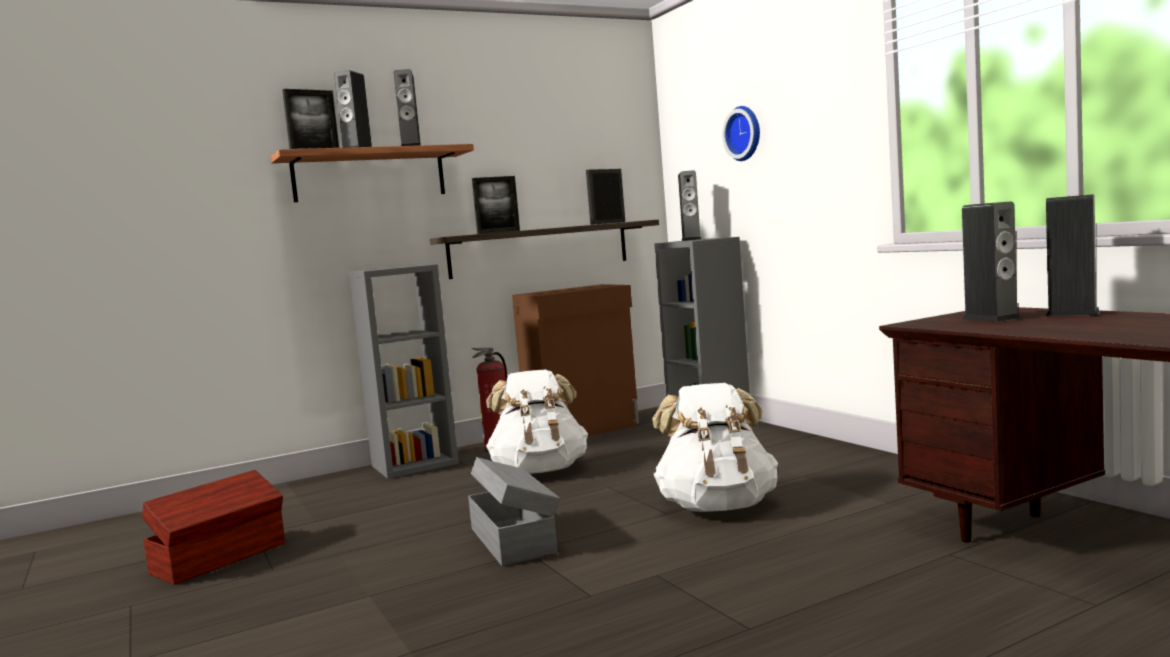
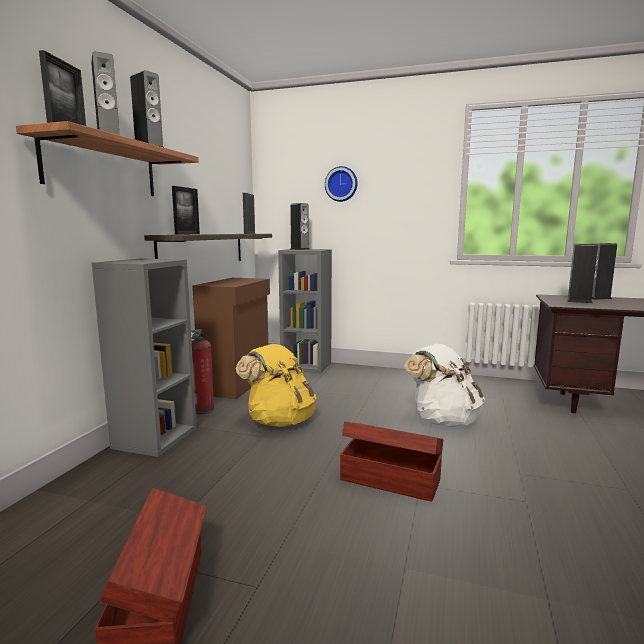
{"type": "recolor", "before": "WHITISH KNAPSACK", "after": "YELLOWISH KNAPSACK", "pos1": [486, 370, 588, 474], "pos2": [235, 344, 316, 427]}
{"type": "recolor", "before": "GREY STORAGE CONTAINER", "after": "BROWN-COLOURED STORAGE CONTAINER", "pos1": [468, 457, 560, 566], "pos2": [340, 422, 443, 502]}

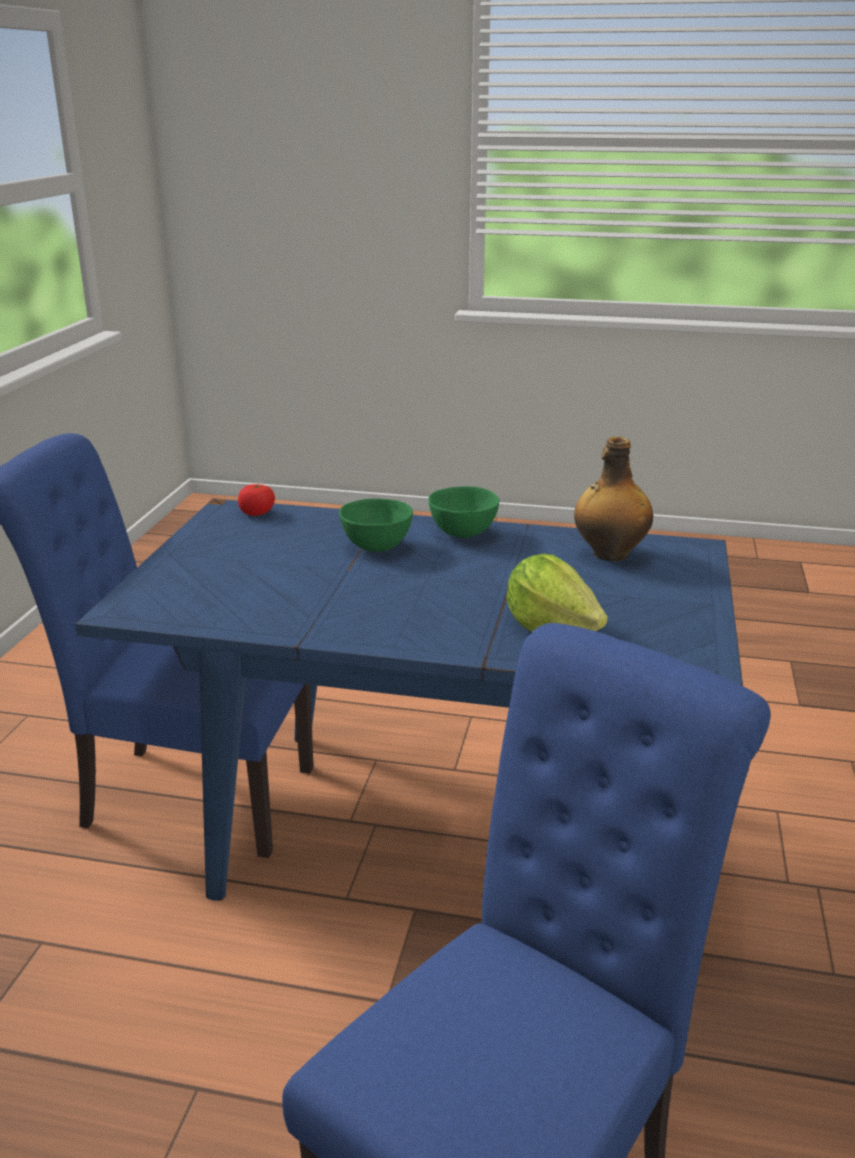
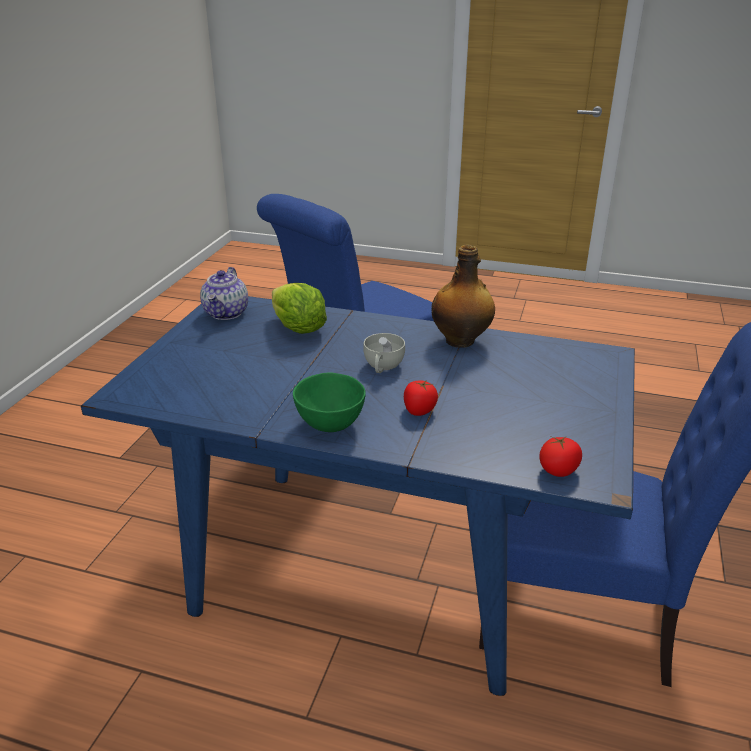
{"type": "move", "before": "DRINK BOTTLE", "pos1": [574, 436, 653, 561], "pos2": [432, 245, 495, 347]}
{"type": "replace", "before": "GREEN DEEP DISH", "after": "TOMATO", "pos1": [339, 499, 413, 552], "pos2": [404, 380, 438, 416]}
{"type": "insert", "after": "TEAPOT", "pos2": [200, 267, 248, 320]}
{"type": "insert", "after": "WHITISH SMALL CUP", "pos2": [363, 333, 405, 373]}

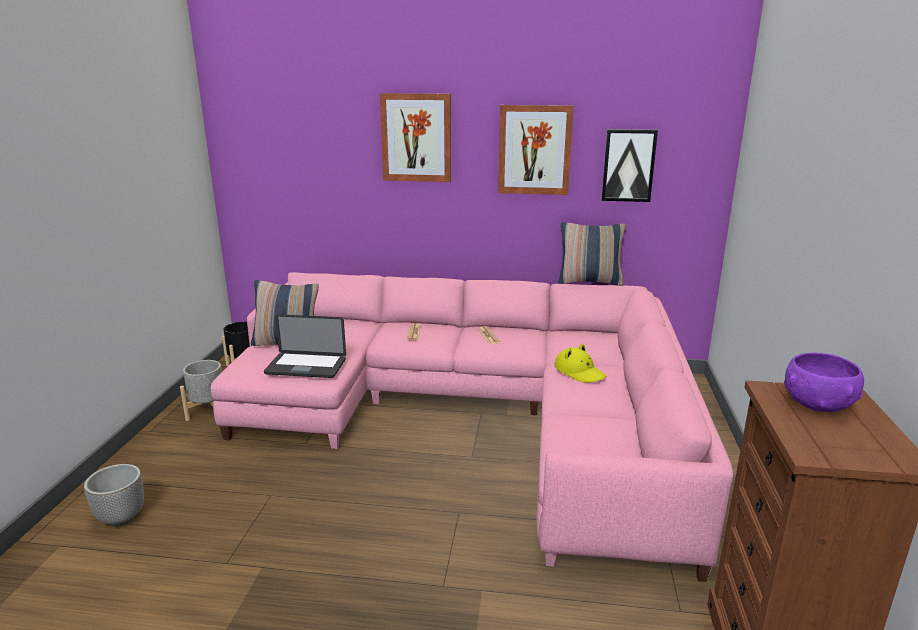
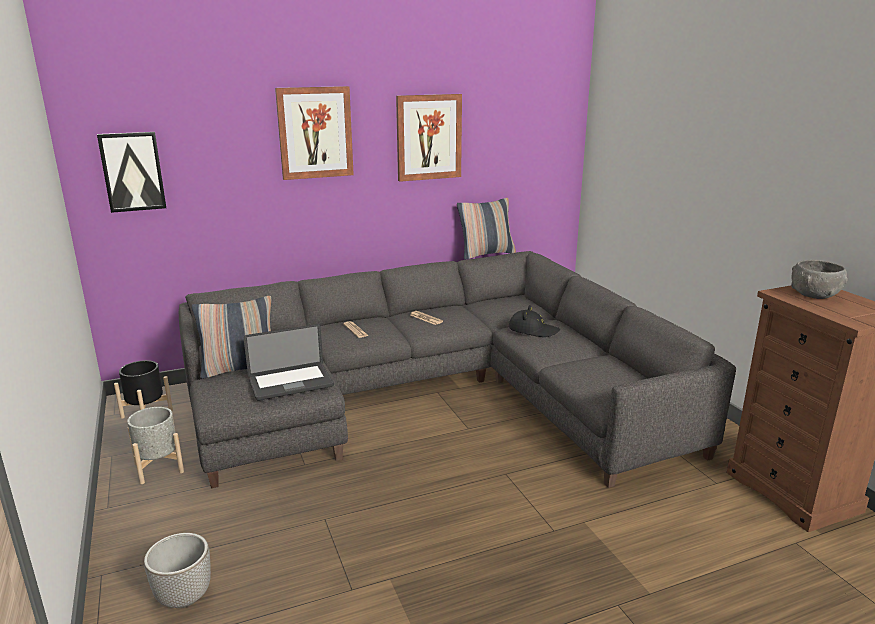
{"type": "move", "before": "WALL PICTURE", "pos1": [602, 129, 658, 202], "pos2": [97, 132, 166, 213]}
{"type": "recolor", "before": "PINK-COLOURED SETTEE", "after": "GREY SETTEE", "pos1": [211, 272, 733, 582], "pos2": [179, 251, 736, 488]}
{"type": "recolor", "before": "YELLOWISH HAT", "after": "BLACK HAT", "pos1": [555, 344, 607, 383], "pos2": [509, 305, 560, 337]}
{"type": "recolor", "before": "PURPLISH DEEP DISH", "after": "GREY DEEP DISH", "pos1": [784, 353, 864, 412], "pos2": [791, 260, 847, 299]}

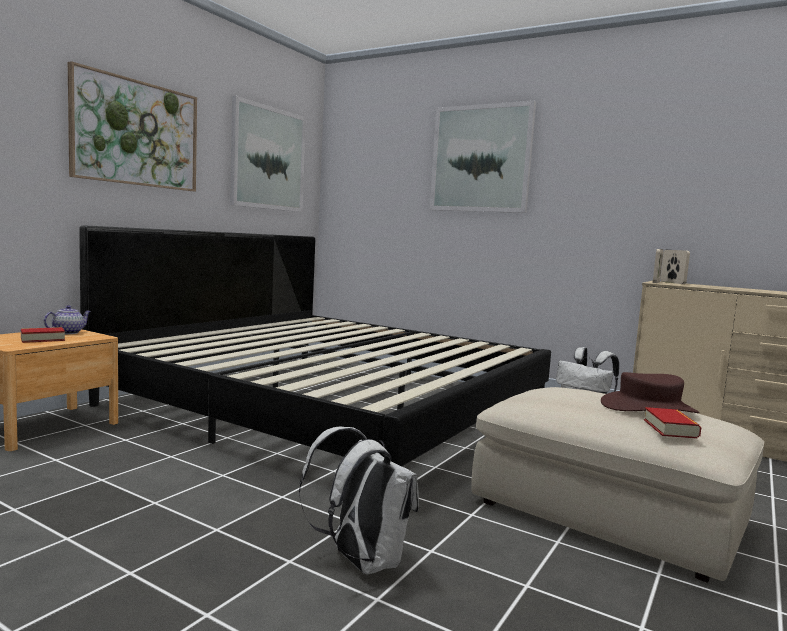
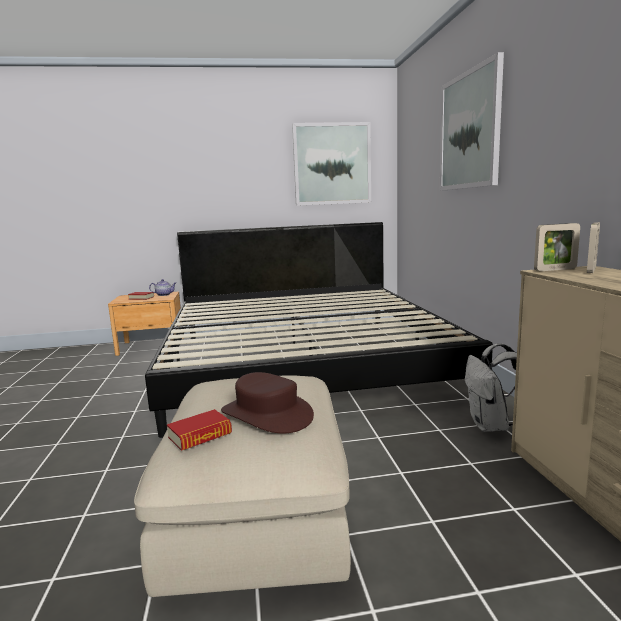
{"type": "delete", "before": "WALL PICTURE", "pos1": [68, 61, 197, 191]}
{"type": "delete", "before": "WHITISH KNAPSACK", "pos1": [299, 427, 419, 574]}

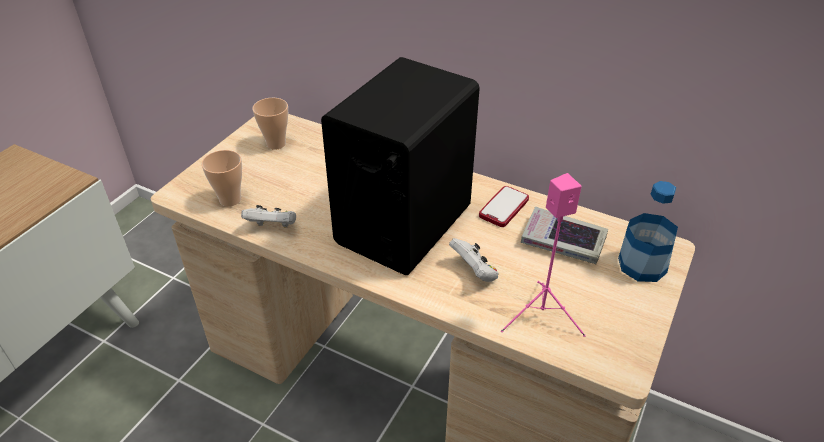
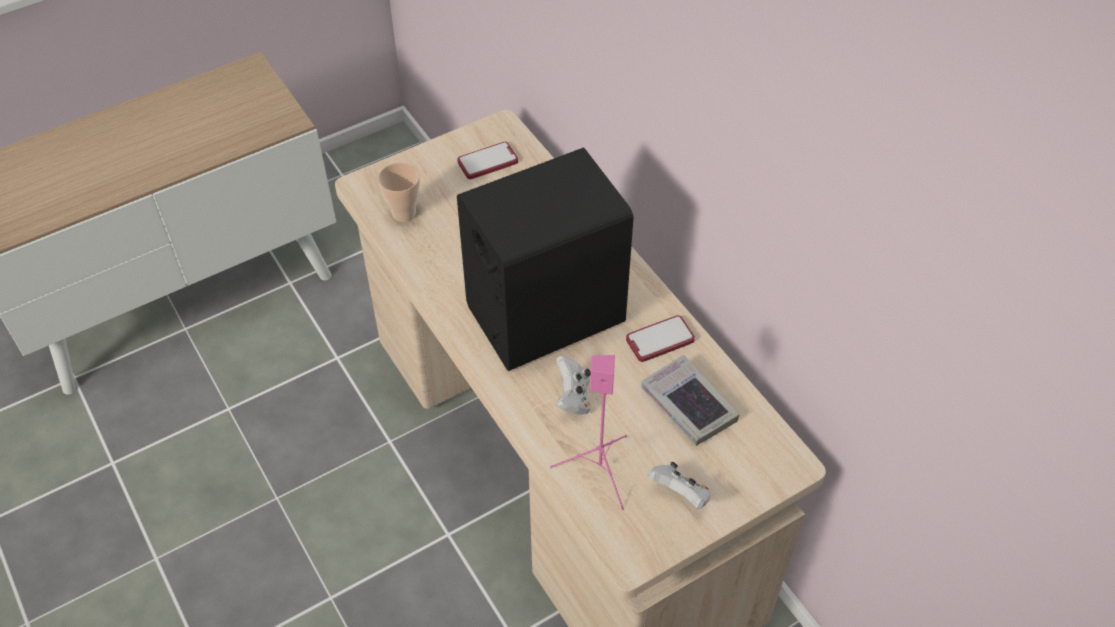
{"type": "replace", "before": "SMALL CUP", "after": "HANDSET", "pos1": [252, 98, 288, 150], "pos2": [457, 142, 518, 179]}
{"type": "delete", "before": "DRINK BOTTLE", "pos1": [618, 181, 678, 282]}
{"type": "move", "before": "WHITISH GAME CONTROLLER", "pos1": [241, 205, 296, 228], "pos2": [648, 462, 710, 509]}

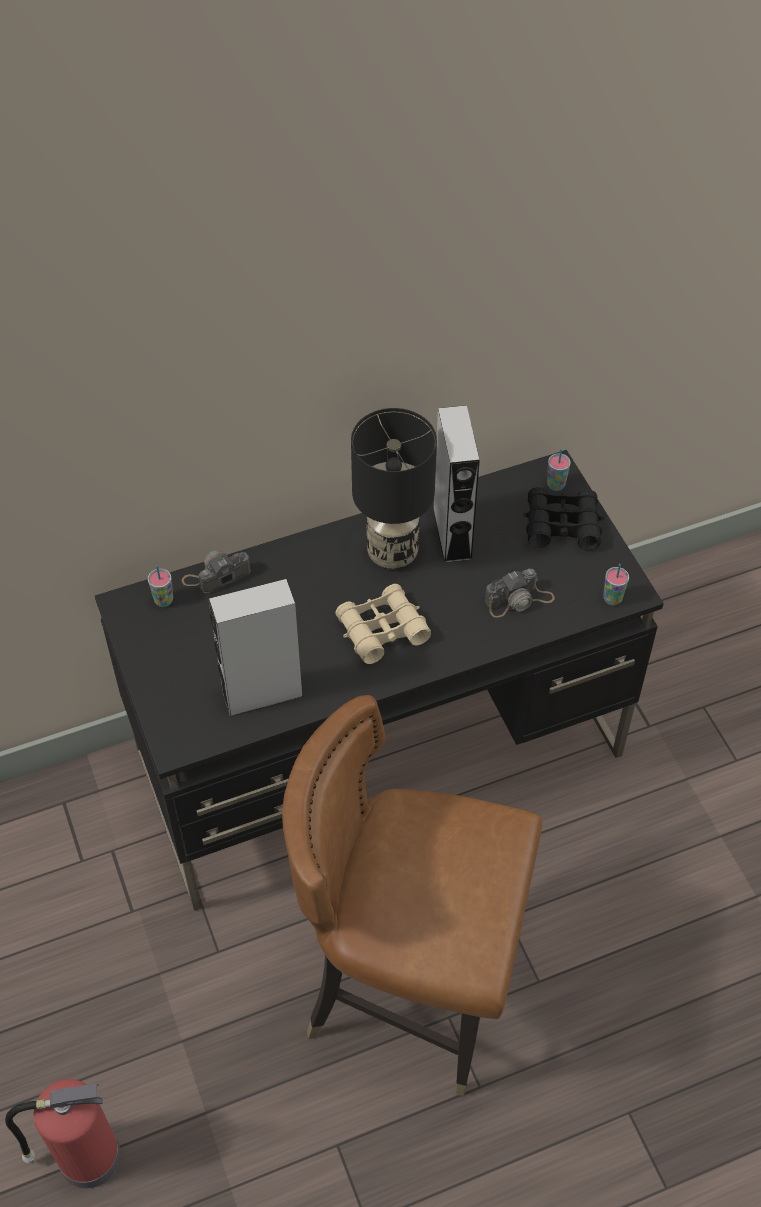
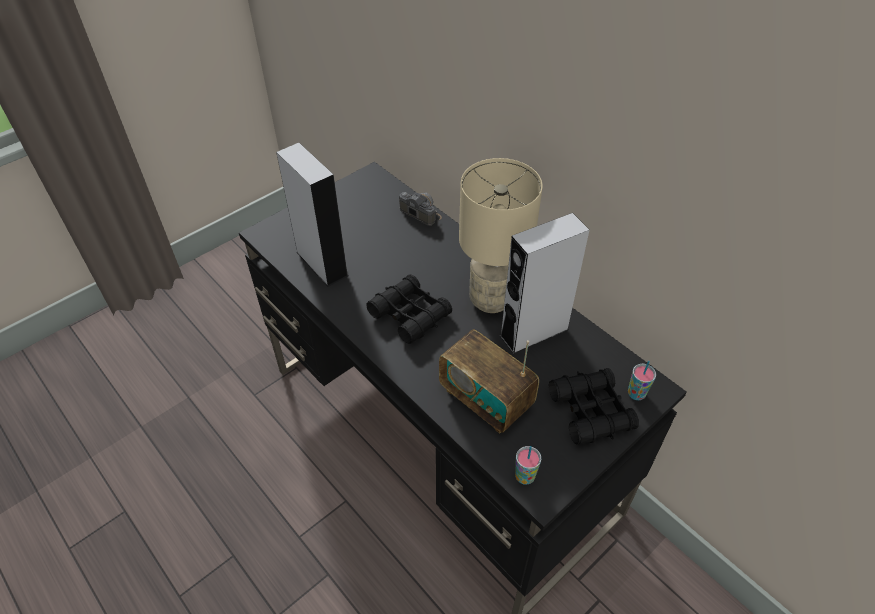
{"type": "recolor", "before": "BLACK LAMP FOR A TABLE", "after": "SAND-COLOURED LAMP FOR A TABLE", "pos1": [351, 408, 437, 569], "pos2": [459, 158, 542, 313]}
{"type": "delete", "before": "SMALL CUP", "pos1": [148, 565, 173, 607]}
{"type": "replace", "before": "STILL CAMERA", "after": "RADIO RECEIVER", "pos1": [485, 569, 555, 618], "pos2": [439, 329, 539, 434]}
{"type": "recolor", "before": "SAND-COLOURED BINOCULARS", "after": "BLACK BINOCULARS", "pos1": [335, 584, 431, 664], "pos2": [366, 274, 452, 344]}
{"type": "delete", "before": "BROWN-COLOURED PLAIN CHAIR", "pos1": [282, 695, 543, 1096]}
{"type": "delete", "before": "FIRE-FIGHTING CYLINDER", "pos1": [5, 1079, 121, 1188]}

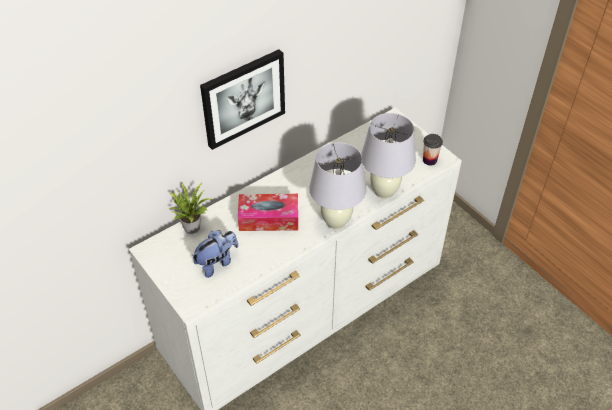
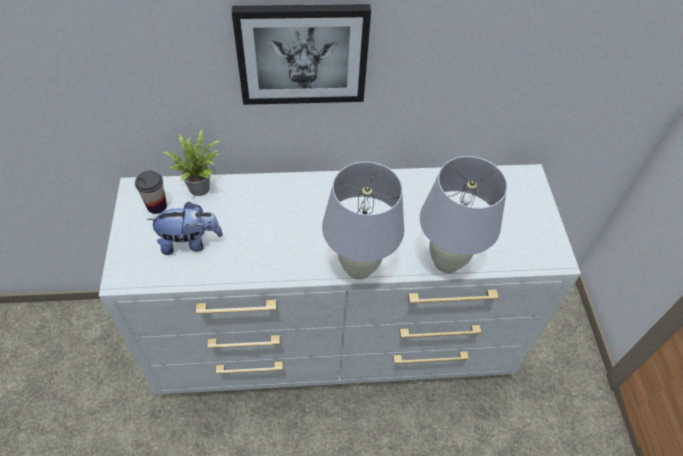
{"type": "move", "before": "SMALL CUP", "pos1": [423, 134, 443, 166], "pos2": [135, 171, 167, 214]}
{"type": "delete", "before": "TISSUE BOX", "pos1": [238, 194, 298, 231]}

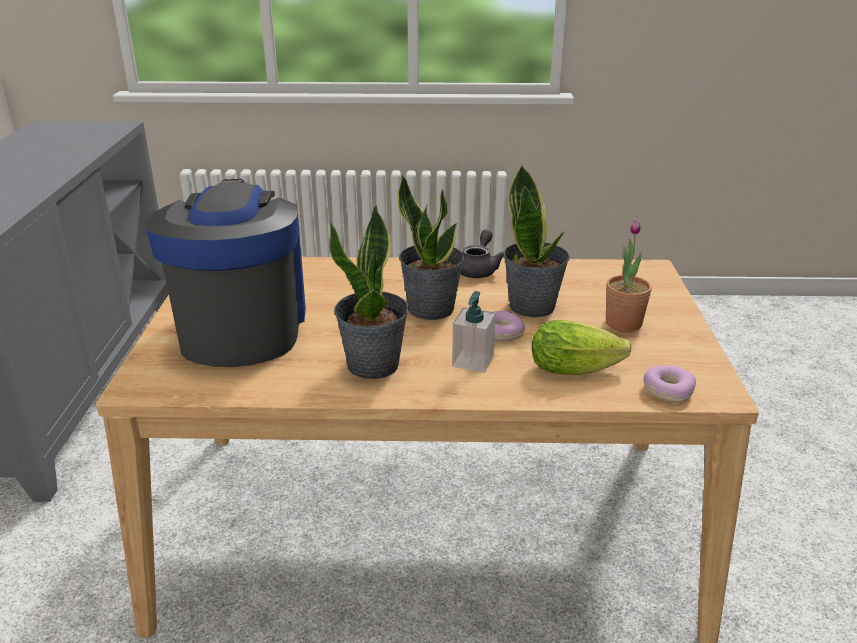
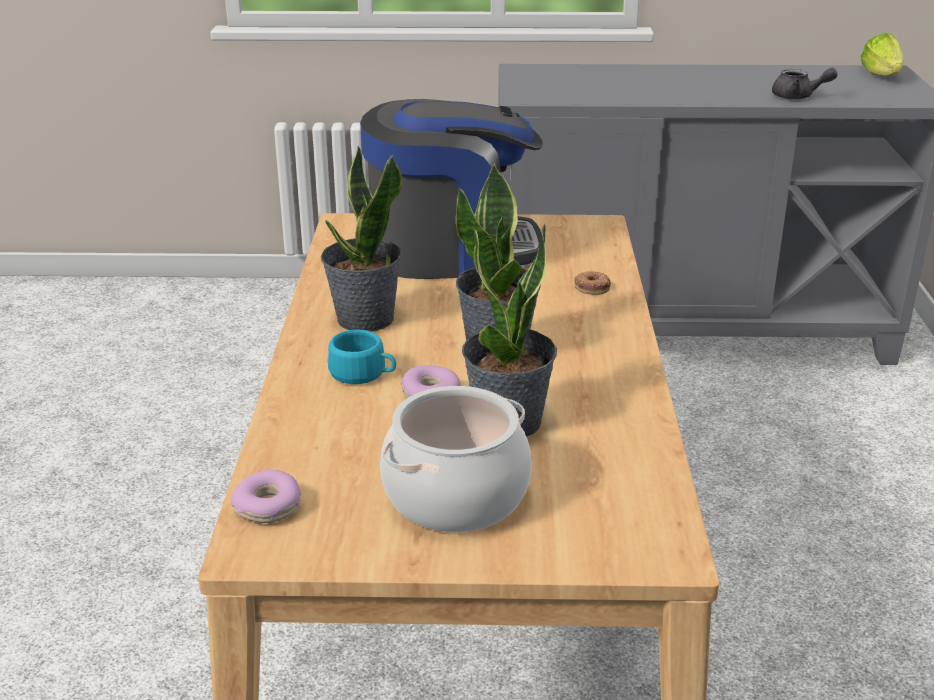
{"type": "replace", "before": "PLANT IN A POT", "after": "COOKING POT", "pos1": [606, 220, 652, 332], "pos2": [380, 386, 532, 532]}
{"type": "move", "before": "GREY TEAPOT", "pos1": [460, 230, 504, 278], "pos2": [772, 68, 838, 99]}
{"type": "replace", "before": "SOAP BOTTLE", "after": "BLUE-GREEN SMALL CUP", "pos1": [452, 291, 496, 373], "pos2": [328, 330, 396, 384]}
{"type": "move", "before": "HEAD OF LETTUCE", "pos1": [532, 320, 631, 375], "pos2": [861, 33, 904, 76]}
{"type": "insert", "after": "RING DOUGHNUT", "pos2": [574, 271, 611, 295]}

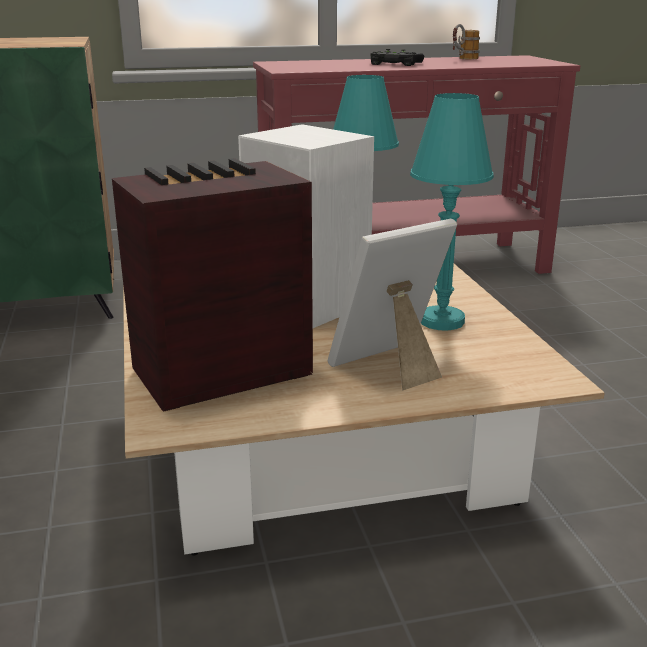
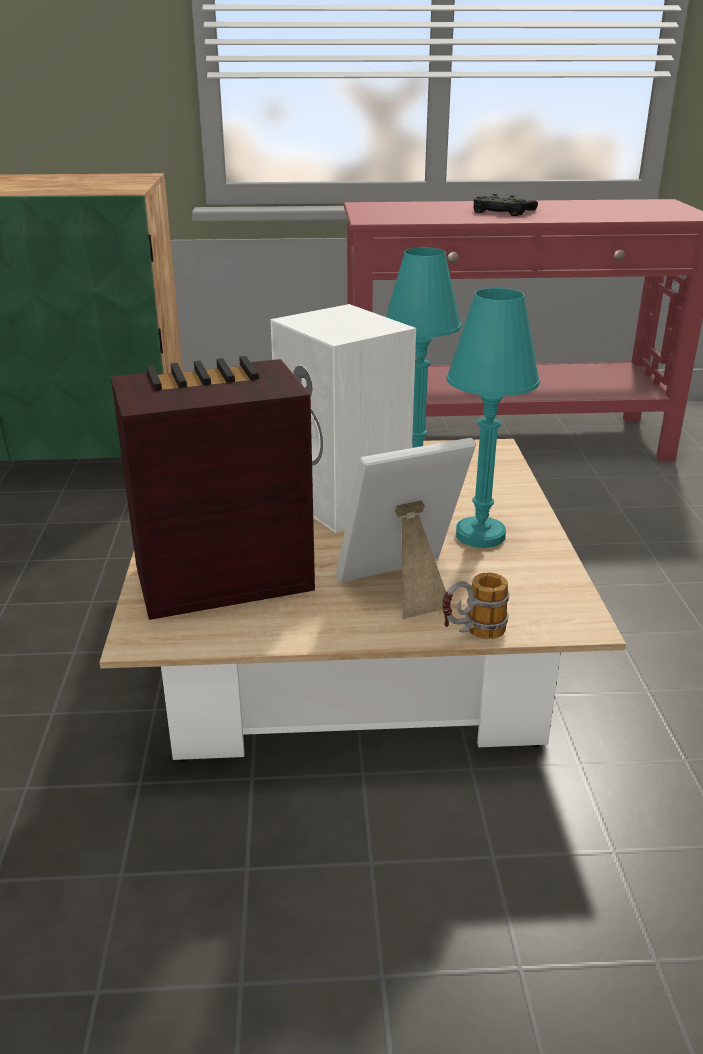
{"type": "move", "before": "MUG", "pos1": [453, 24, 480, 59], "pos2": [442, 572, 510, 639]}

